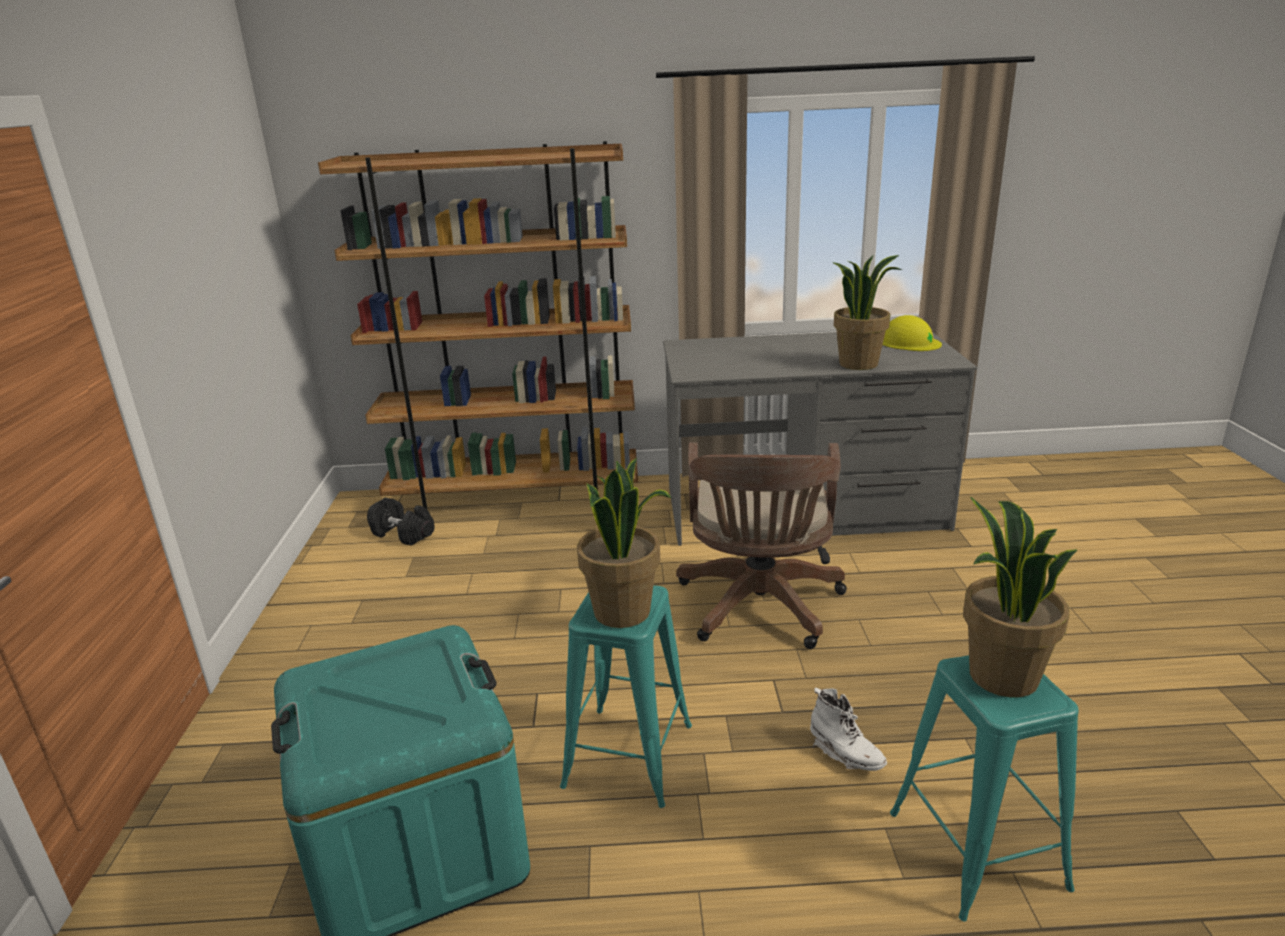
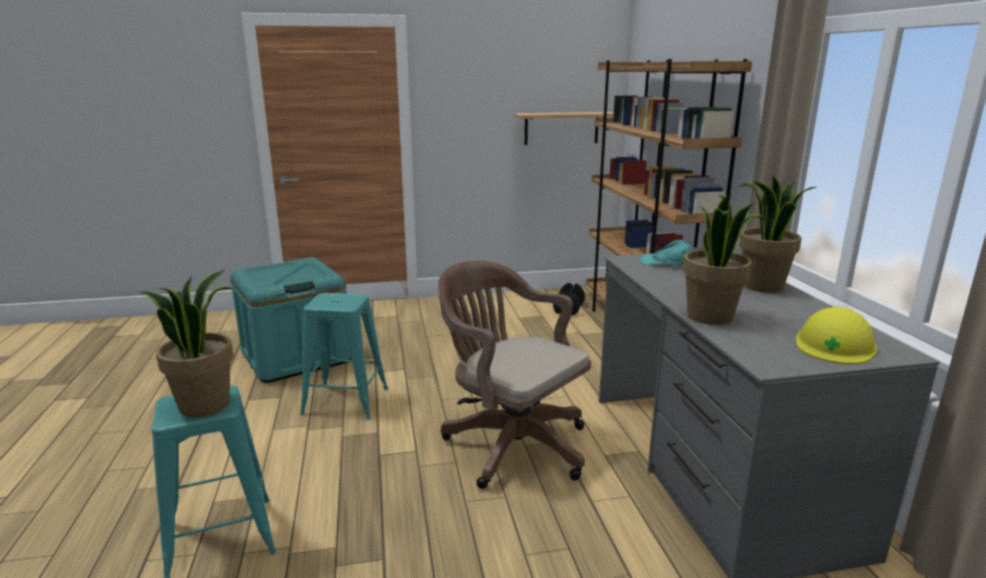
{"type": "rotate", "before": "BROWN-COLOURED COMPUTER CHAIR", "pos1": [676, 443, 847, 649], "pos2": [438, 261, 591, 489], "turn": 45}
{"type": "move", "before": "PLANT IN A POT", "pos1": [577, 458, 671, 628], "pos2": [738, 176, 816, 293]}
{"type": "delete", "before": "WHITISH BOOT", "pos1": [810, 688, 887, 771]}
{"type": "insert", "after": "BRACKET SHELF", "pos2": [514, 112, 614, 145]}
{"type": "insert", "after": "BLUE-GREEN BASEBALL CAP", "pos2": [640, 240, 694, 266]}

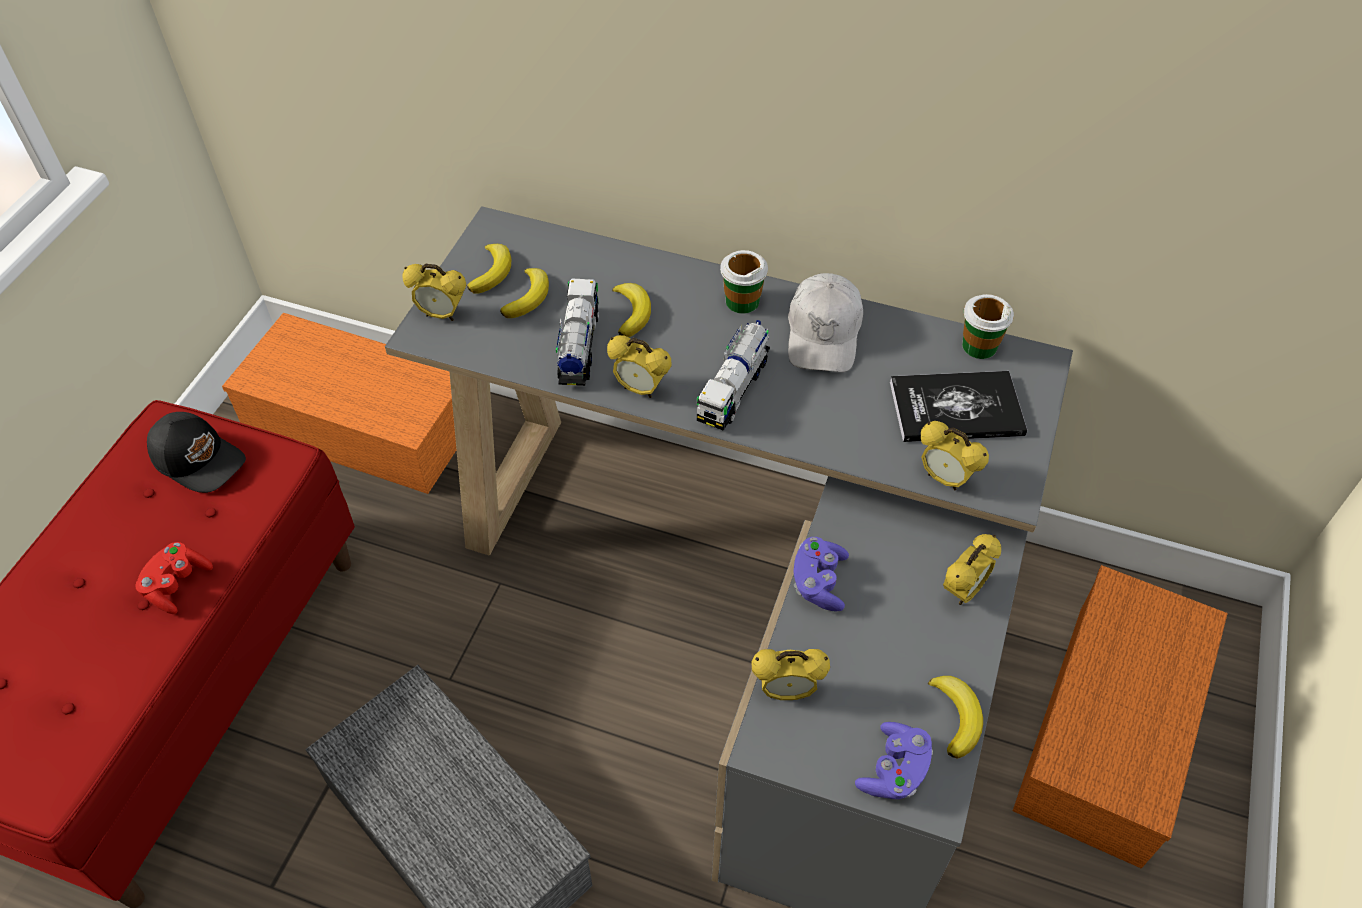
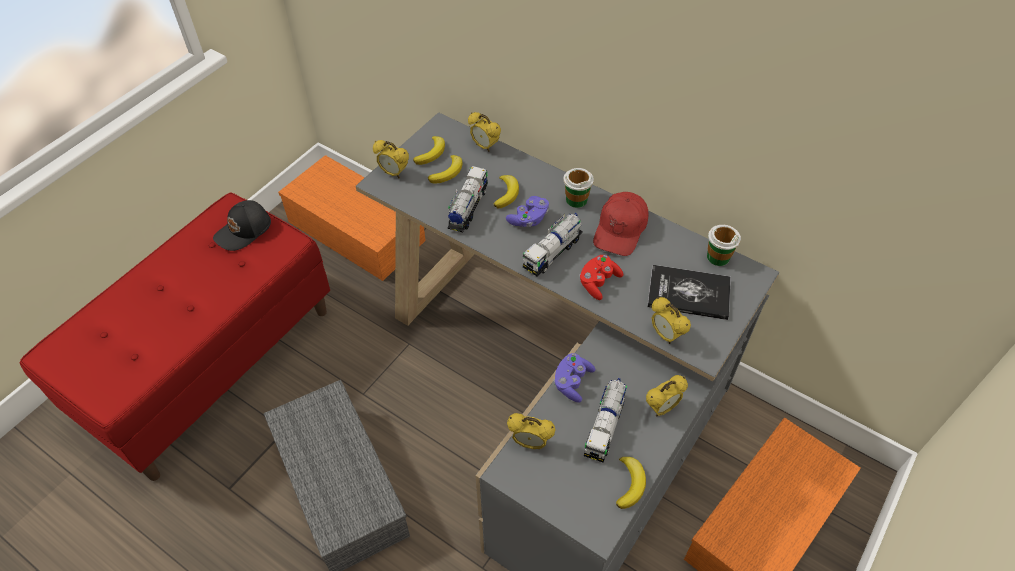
{"type": "recolor", "before": "WHITISH BASEBALL CAP", "after": "RED BASEBALL CAP", "pos1": [788, 273, 863, 372], "pos2": [593, 192, 649, 256]}
{"type": "move", "before": "ALARM CLOCK", "pos1": [607, 335, 672, 398], "pos2": [468, 112, 501, 152]}
{"type": "rotate", "before": "BLACK BASEBALL CAP", "pos1": [147, 412, 246, 493], "pos2": [213, 200, 271, 251], "turn": 90}
{"type": "move", "before": "RED GAME CONTROLLER", "pos1": [135, 542, 213, 614], "pos2": [579, 255, 624, 300]}
{"type": "move", "before": "PURPLISH GAME CONTROLLER", "pos1": [855, 722, 933, 800], "pos2": [506, 196, 549, 227]}
{"type": "insert", "after": "MODEL TRUCK", "pos2": [584, 378, 627, 463]}

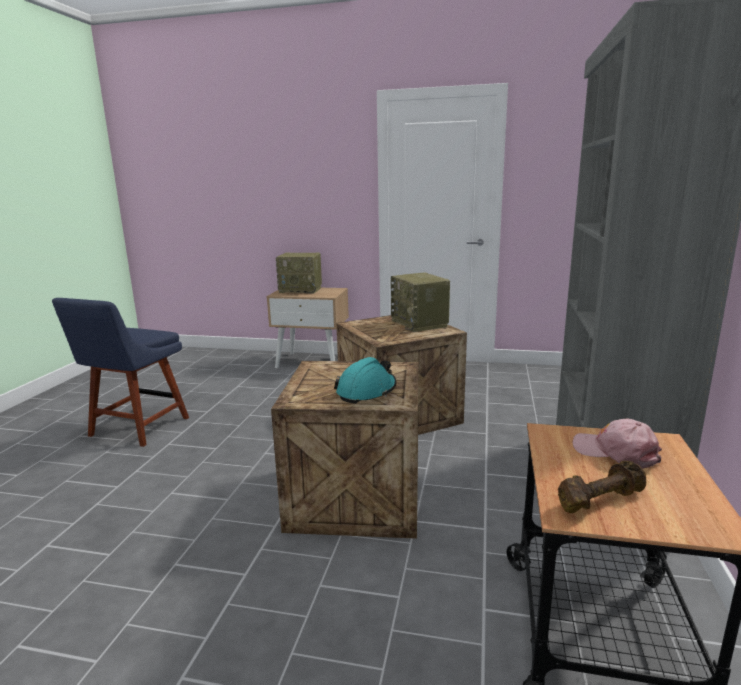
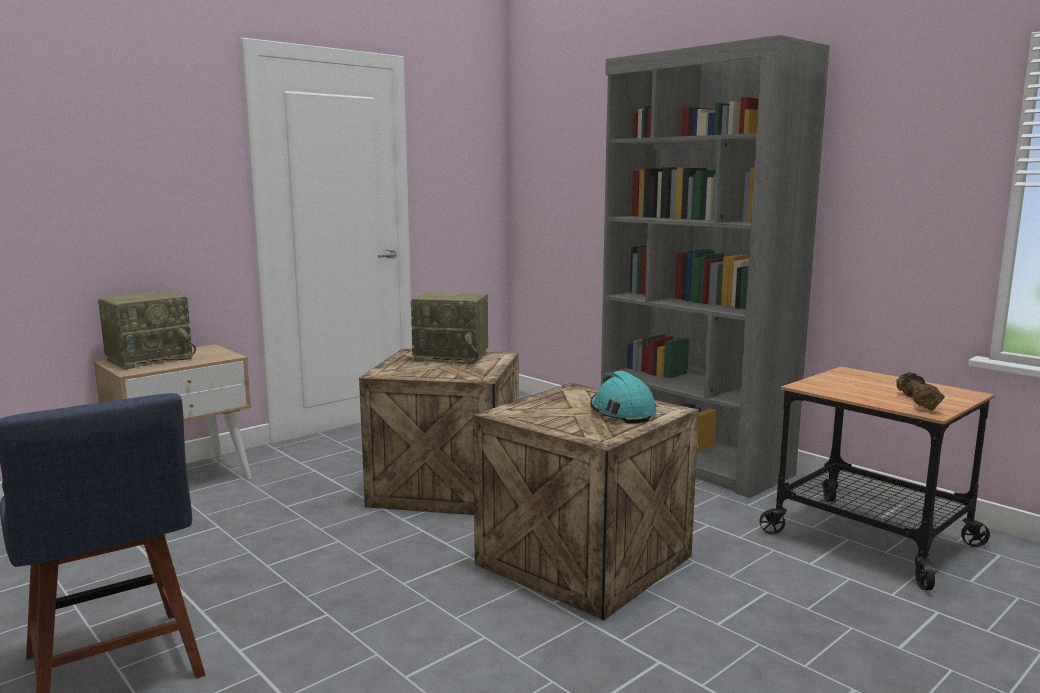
{"type": "delete", "before": "PINK-COLOURED BASEBALL CAP", "pos1": [573, 419, 662, 469]}

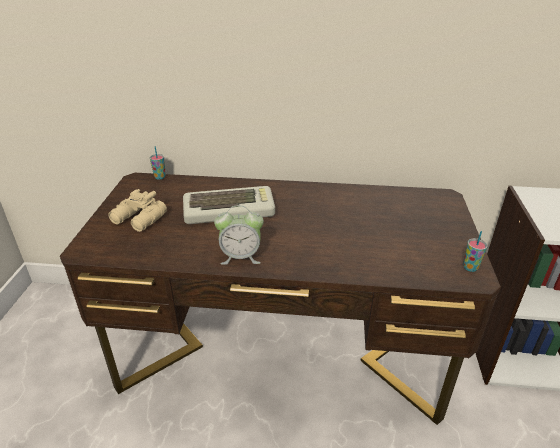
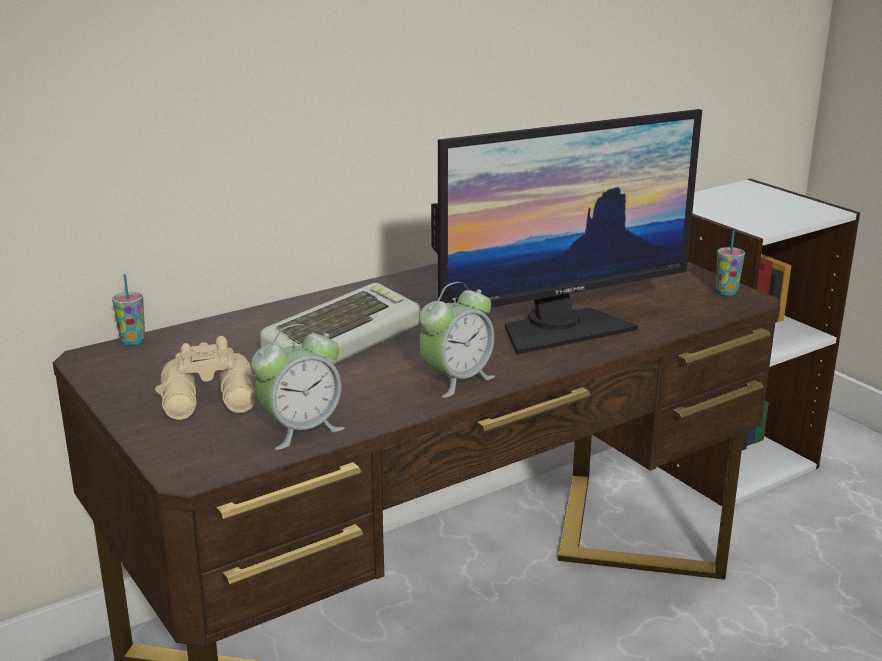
{"type": "insert", "after": "MONITOR", "pos2": [431, 109, 702, 355]}
{"type": "insert", "after": "ALARM CLOCK", "pos2": [251, 324, 344, 450]}

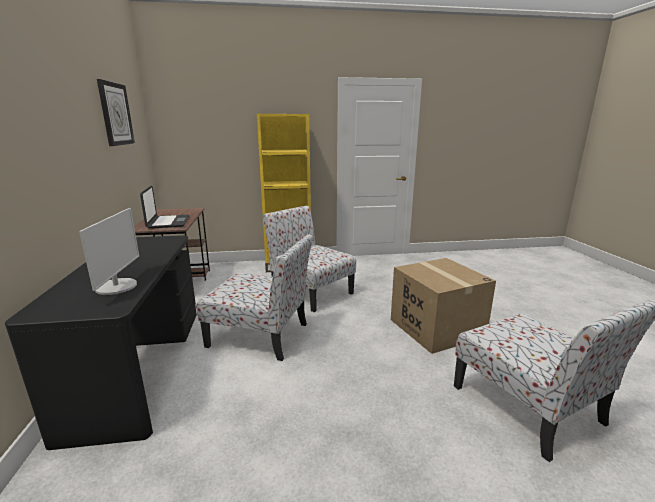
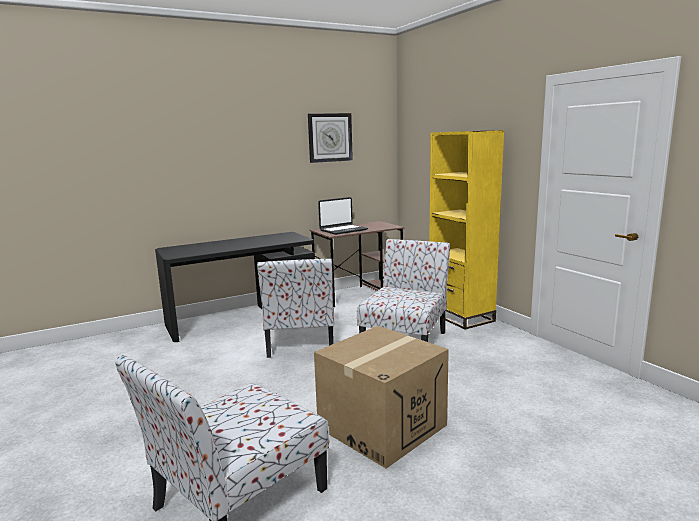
{"type": "delete", "before": "MONITOR", "pos1": [79, 208, 139, 295]}

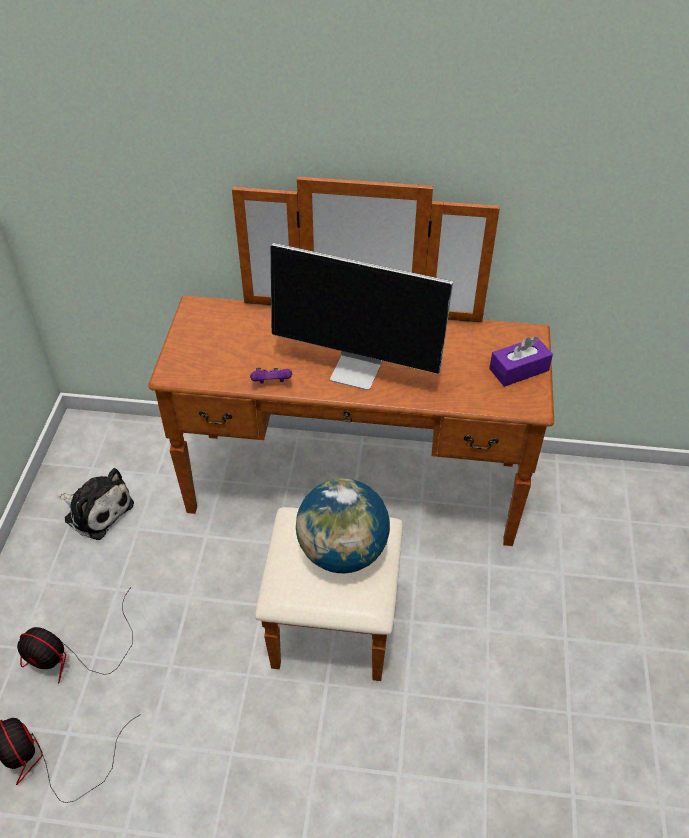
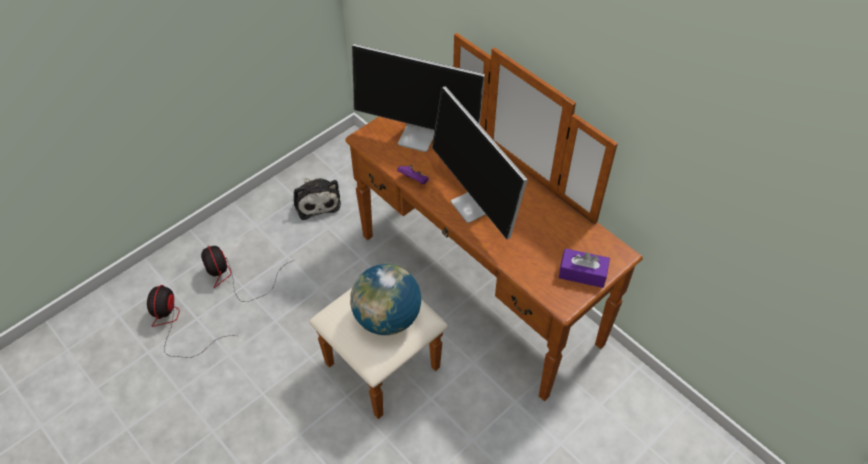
{"type": "insert", "after": "MONITOR", "pos2": [352, 44, 485, 152]}

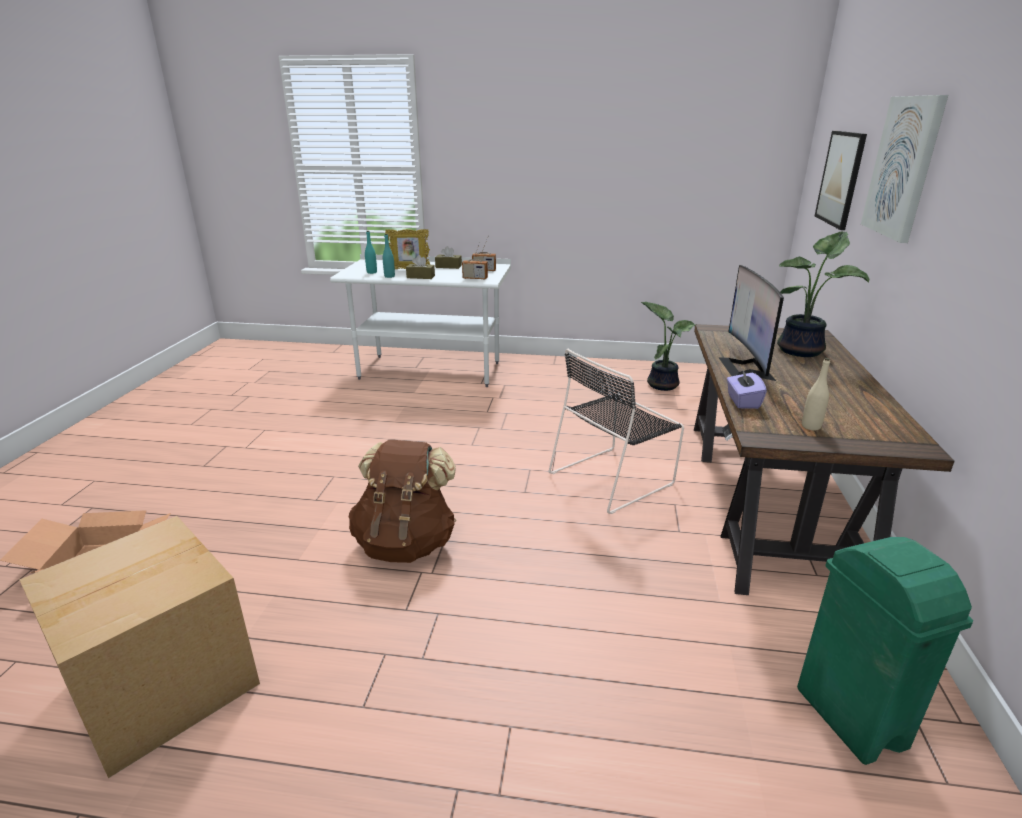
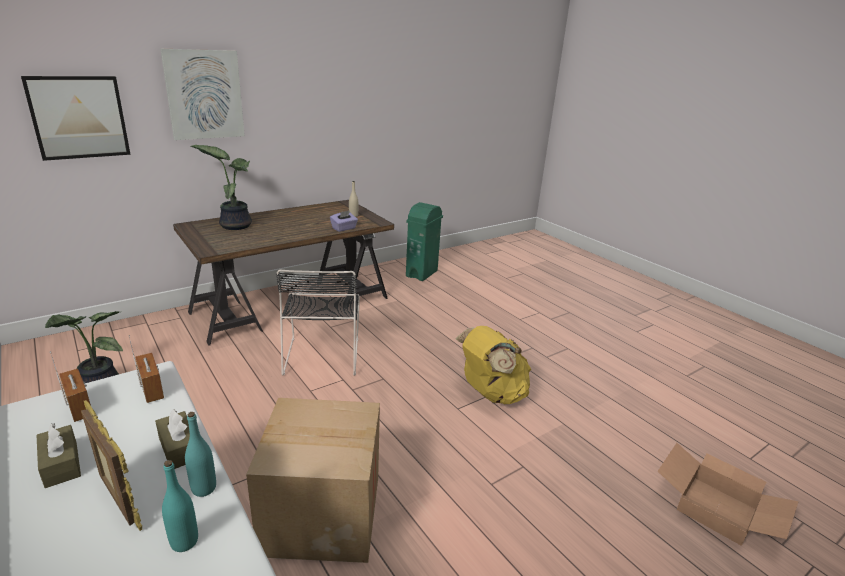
{"type": "delete", "before": "MONITOR", "pos1": [718, 265, 784, 381]}
{"type": "rotate", "before": "BLACK PLAIN CHAIR", "pos1": [549, 349, 684, 514], "pos2": [276, 269, 360, 376], "turn": 75}
{"type": "recolor", "before": "BROWN-COLOURED KNAPSACK", "after": "YELLOWISH KNAPSACK", "pos1": [349, 440, 456, 563], "pos2": [455, 326, 531, 404]}
{"type": "move", "before": "CARTON", "pos1": [19, 516, 260, 778], "pos2": [246, 398, 380, 563]}

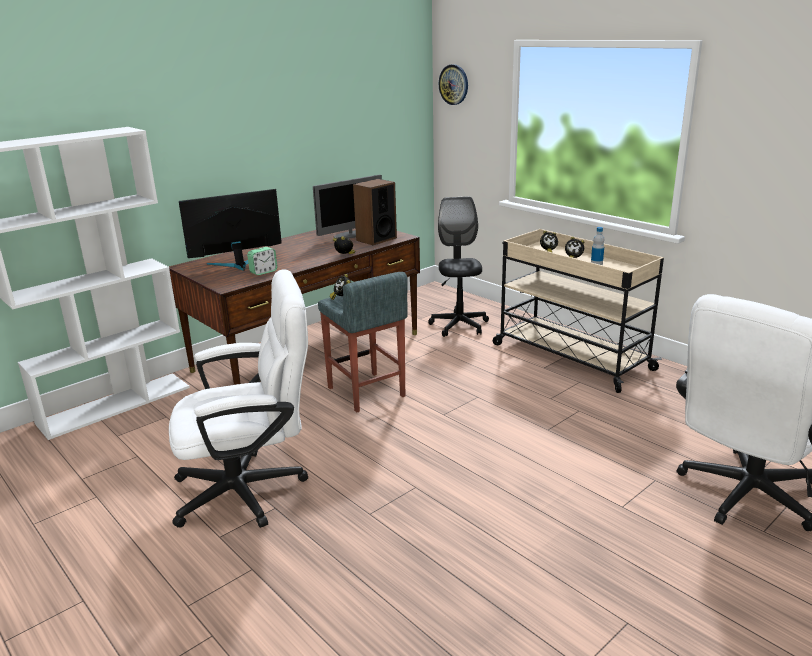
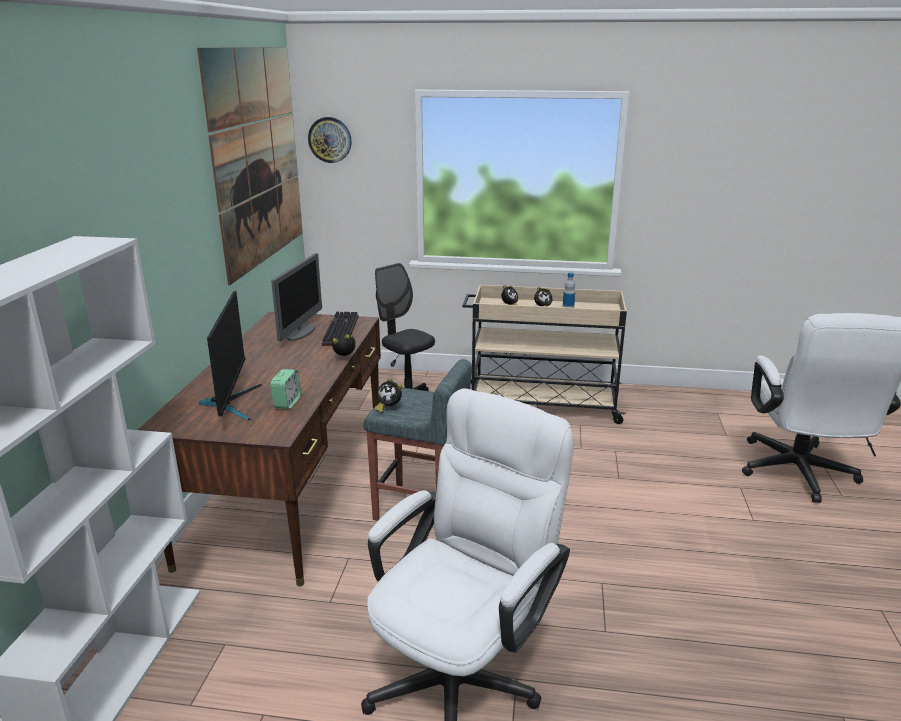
{"type": "replace", "before": "LOUDSPEAKER", "after": "KEYBOARD", "pos1": [353, 179, 397, 245], "pos2": [322, 311, 359, 346]}
{"type": "rotate", "before": "MONITOR", "pos1": [179, 189, 282, 271], "pos2": [199, 291, 262, 420], "turn": 150}
{"type": "insert", "after": "WALL PICTURE", "pos2": [197, 47, 303, 285]}

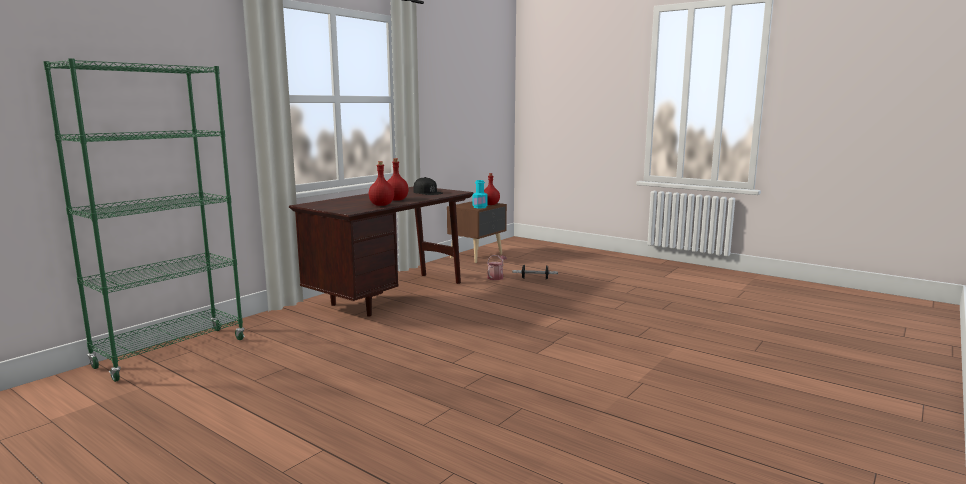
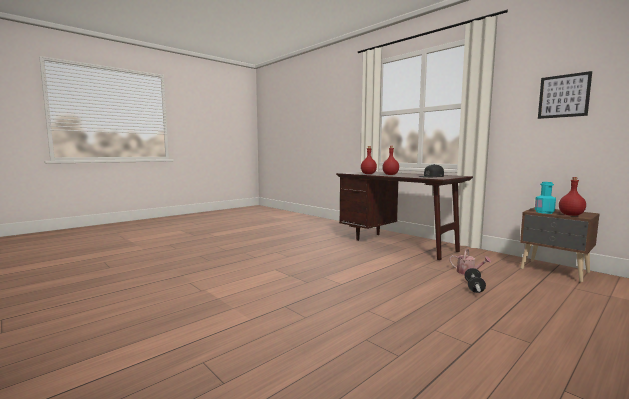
{"type": "delete", "before": "GREEN SHELVING UNIT", "pos1": [43, 58, 245, 382]}
{"type": "insert", "after": "WALL PICTURE", "pos2": [538, 71, 592, 119]}

